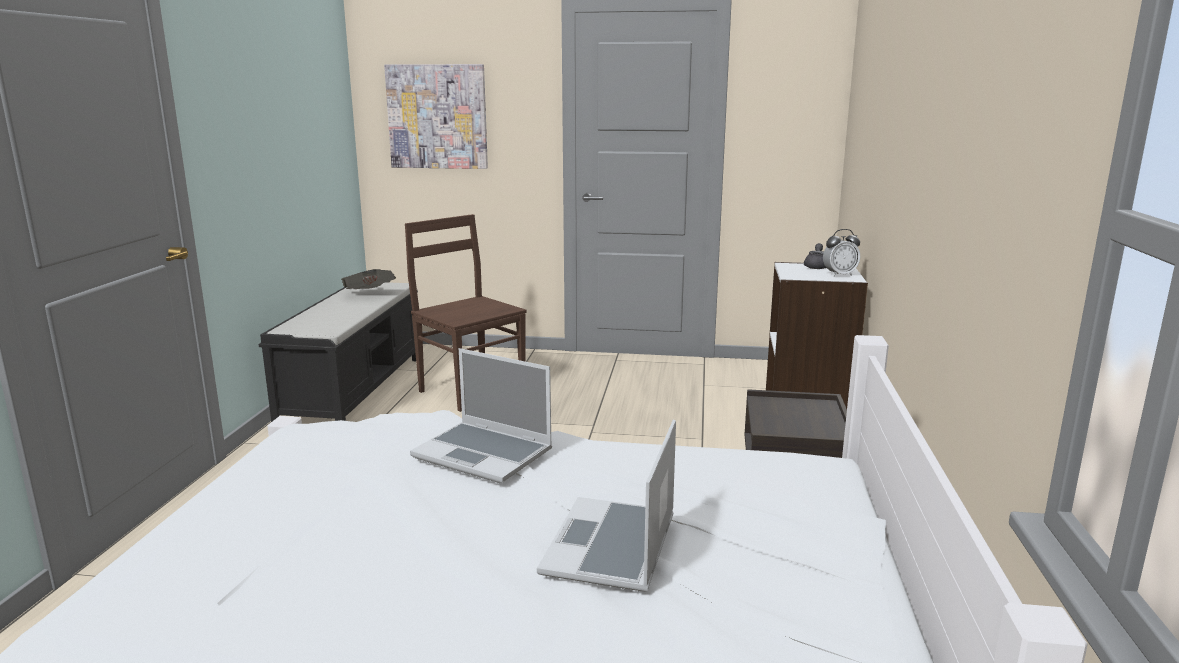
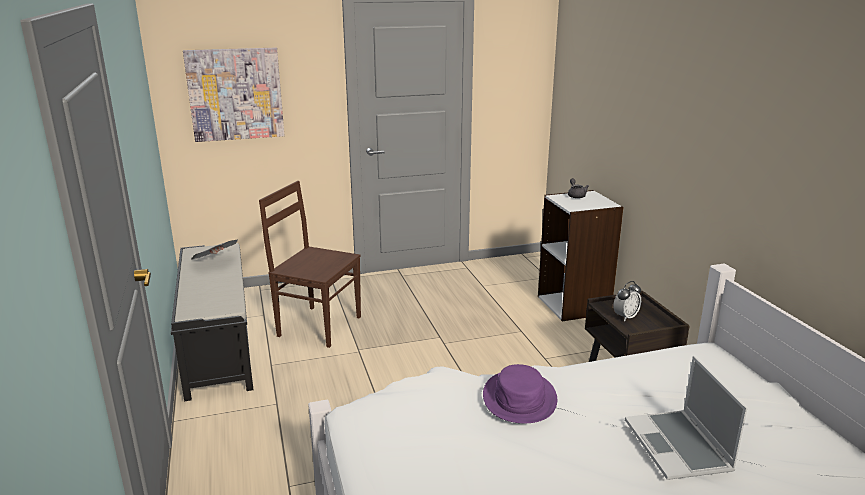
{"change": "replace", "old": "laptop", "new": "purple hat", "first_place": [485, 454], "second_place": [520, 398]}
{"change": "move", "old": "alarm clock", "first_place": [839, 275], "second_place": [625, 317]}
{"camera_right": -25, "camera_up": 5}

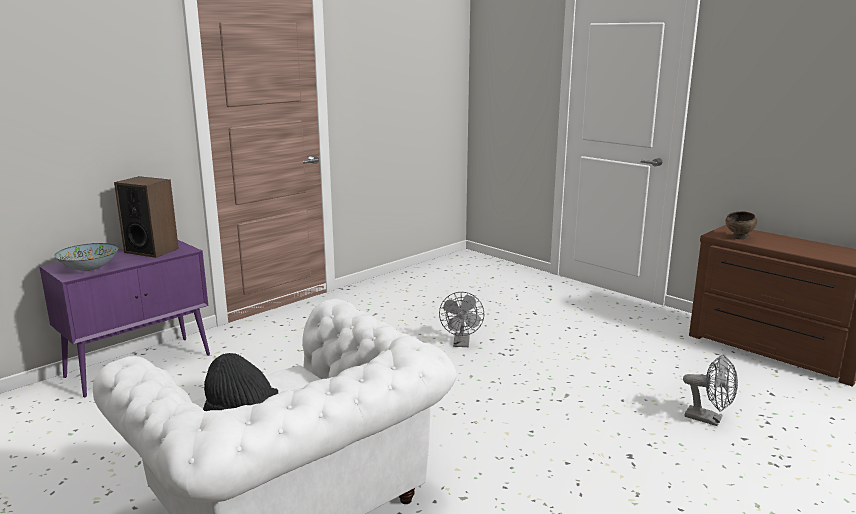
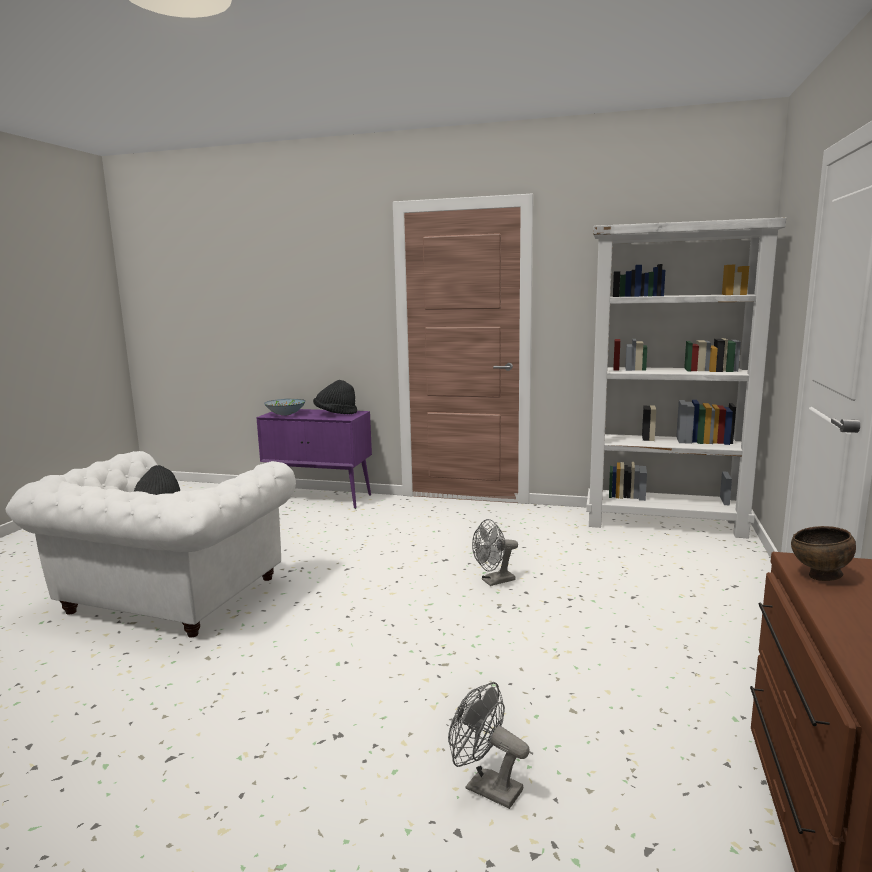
{"change": "replace", "old": "speaker", "new": "black hat", "first_place": [151, 250], "second_place": [335, 414]}
{"change": "rotate", "old": "grey fan", "first_place": [709, 419], "second_place": [485, 787], "degrees": 120}
{"change": "insert", "new": "white bookcase", "second_place": [665, 523]}
{"camera_right": 60, "camera_up": -5}

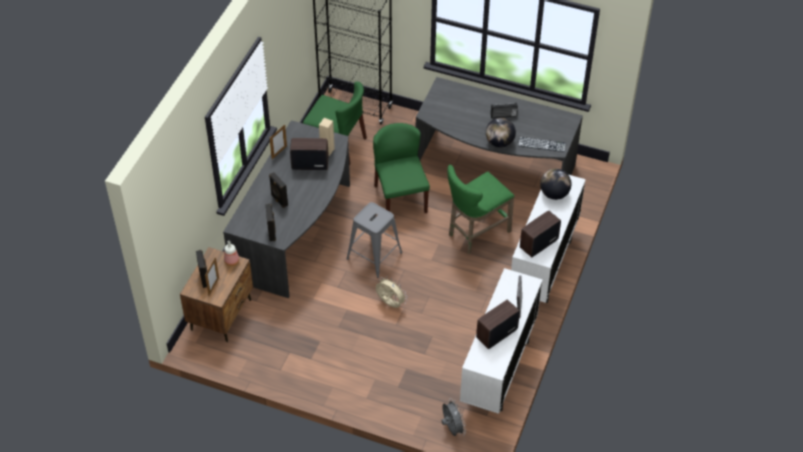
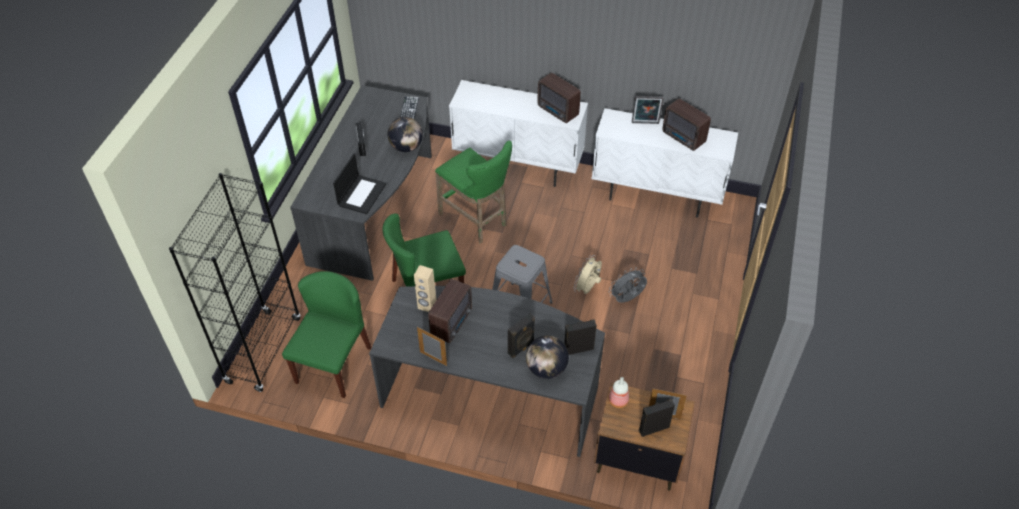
{"change": "insert", "new": "laptop", "second_place": [361, 194]}
{"change": "rotate", "old": "radio", "first_place": [309, 164], "second_place": [453, 322], "degrees": -150}
{"change": "move", "old": "globe", "first_place": [554, 194], "second_place": [546, 369]}
{"change": "move", "old": "grey fan", "first_place": [451, 428], "second_place": [627, 299]}
{"camera_right": -95, "camera_up": 0}

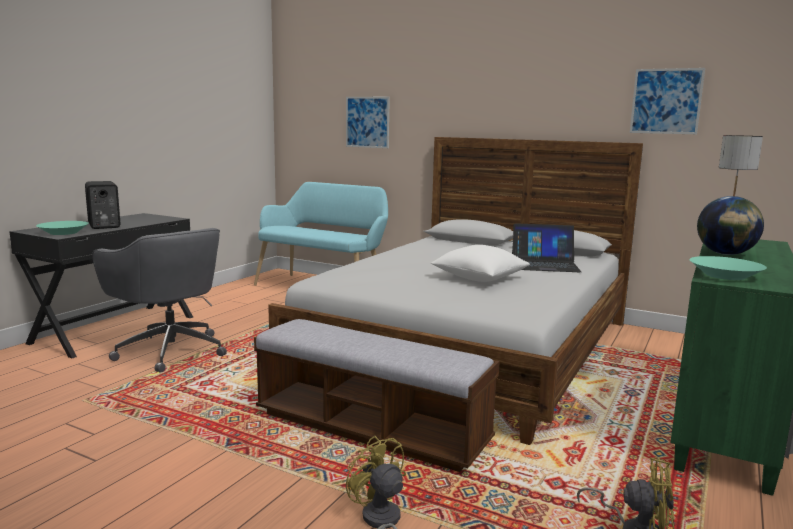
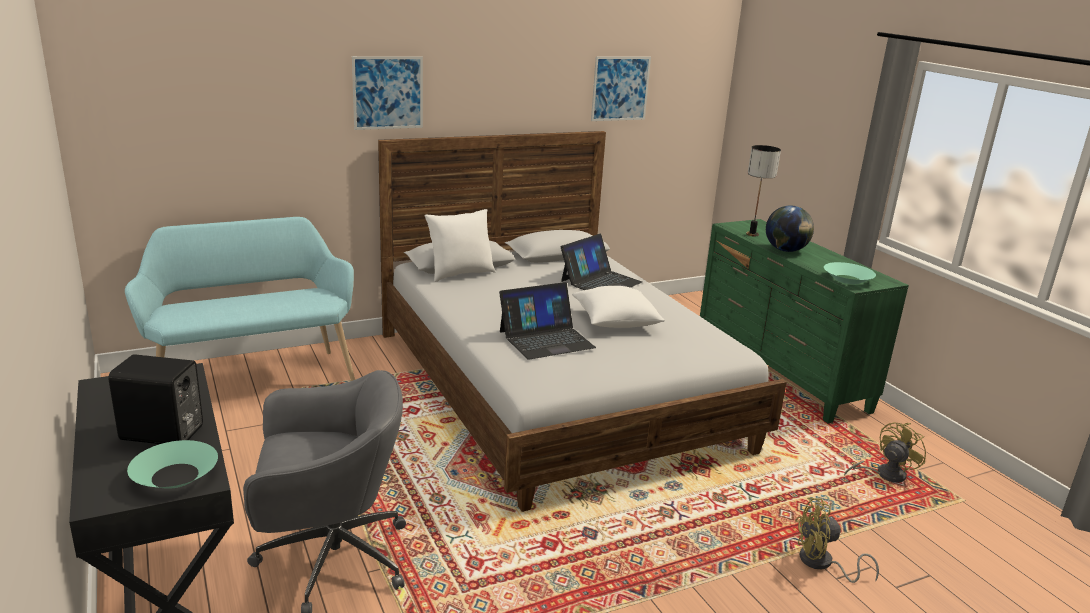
{"change": "move", "old": "picture", "first_place": [367, 122], "second_place": [388, 93]}
{"change": "insert", "new": "white pillow", "second_place": [460, 274]}
{"change": "insert", "new": "laptop", "second_place": [546, 339]}
{"change": "delete", "old": "bench", "first_place": [370, 429]}
{"camera_right": -55, "camera_up": 10}

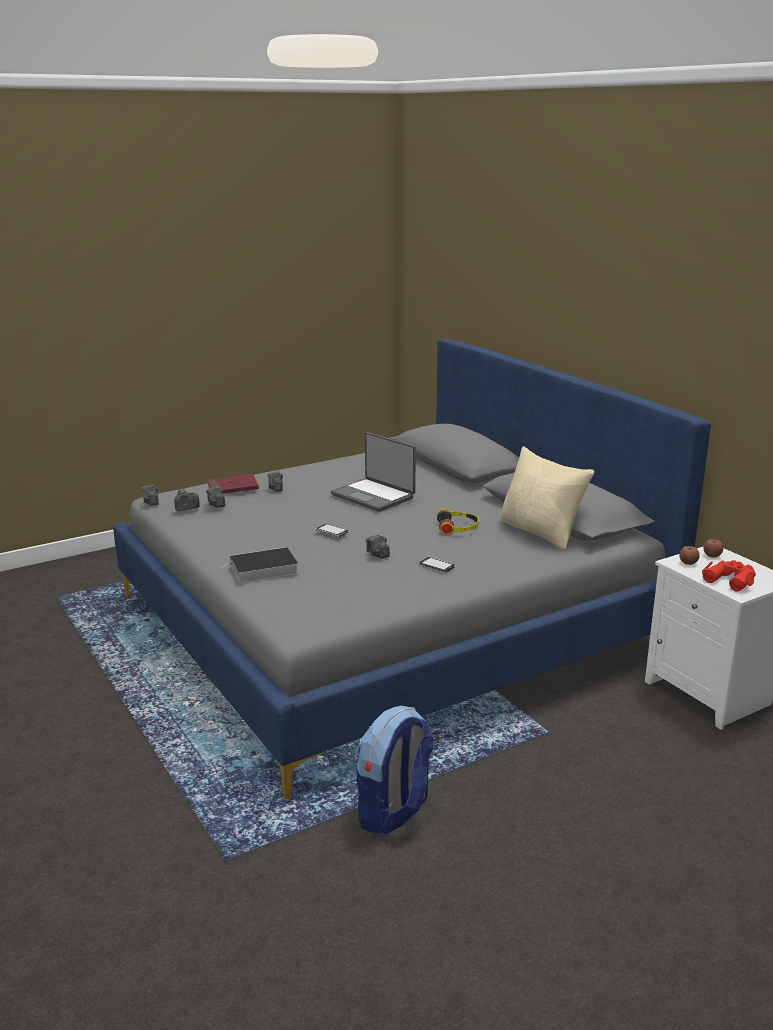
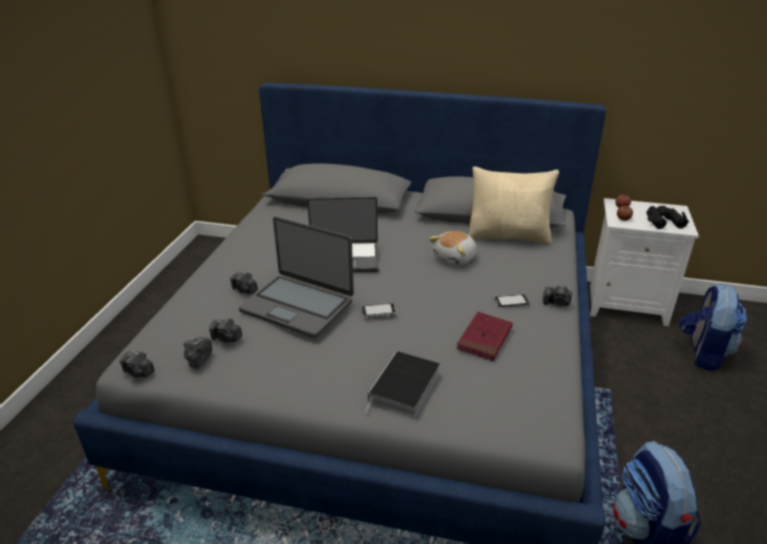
{"change": "insert", "new": "laptop", "second_place": [297, 305]}
{"change": "replace", "old": "headphones", "new": "plush toy", "first_place": [458, 528], "second_place": [455, 258]}
{"change": "move", "old": "red book", "first_place": [233, 487], "second_place": [484, 338]}
{"change": "move", "old": "photo camera", "first_place": [377, 554], "second_place": [556, 303]}
{"change": "recolor", "old": "red binoculars", "new": "black binoculars", "first_place": [730, 579], "second_place": [663, 221]}
{"change": "insert", "new": "backpack", "second_place": [703, 353]}
{"camera_right": -45, "camera_up": 10}

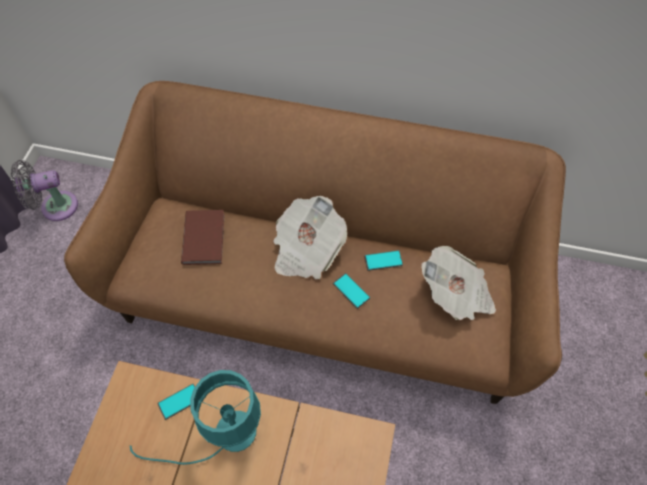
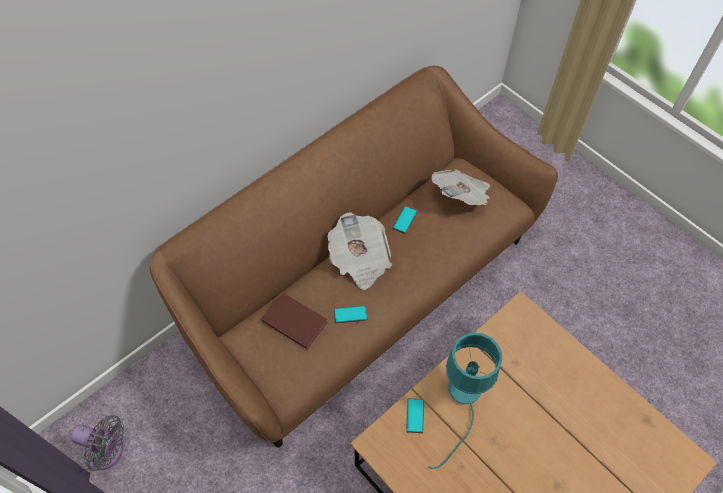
{"change": "rotate", "old": "grey fan", "first_place": [55, 207], "second_place": [107, 452], "degrees": -90}
{"change": "move", "old": "phone", "first_place": [351, 291], "second_place": [350, 314]}
{"camera_right": -55, "camera_up": 0}

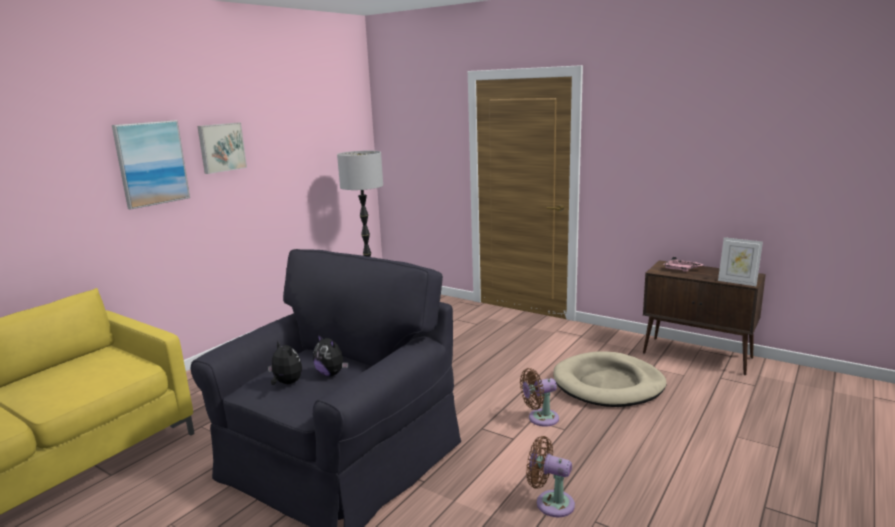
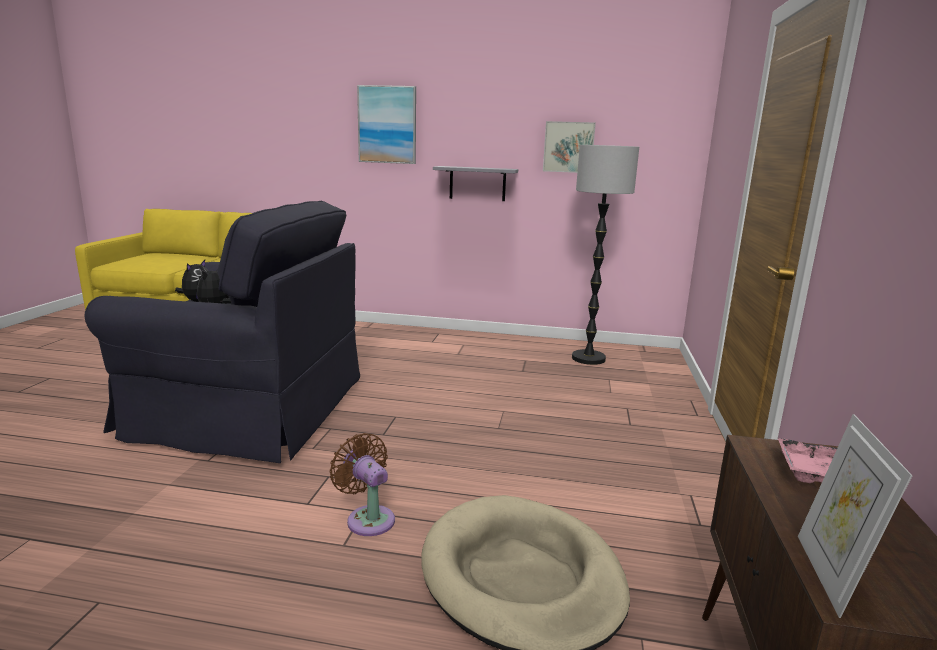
{"change": "insert", "new": "grey shelf", "second_place": [477, 183]}
{"change": "move", "old": "picture", "first_place": [221, 147], "second_place": [568, 147]}
{"change": "delete", "old": "brown fan", "first_place": [551, 502]}
{"camera_right": 65, "camera_up": 0}

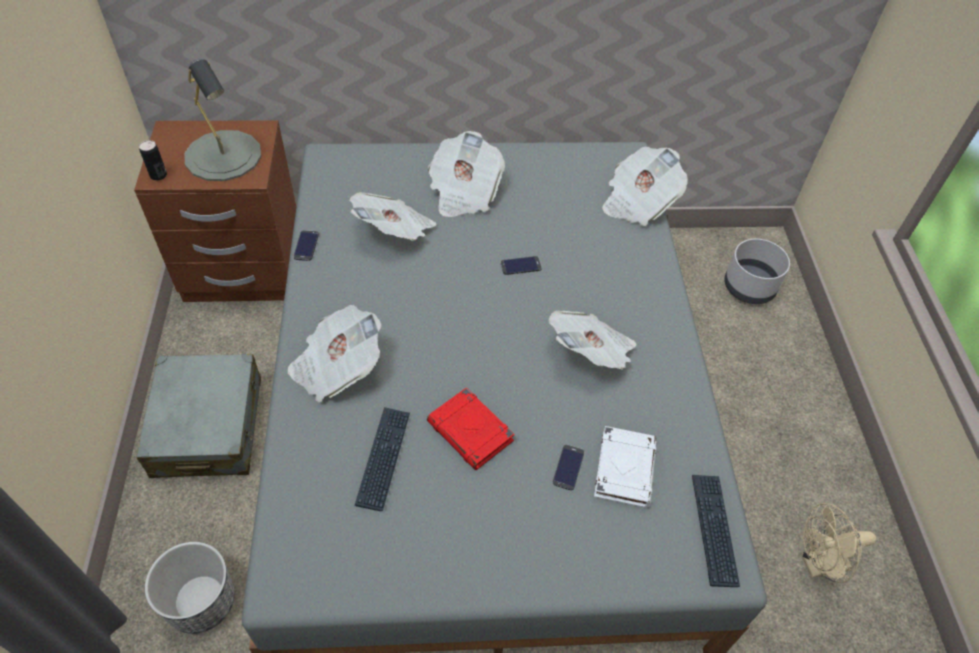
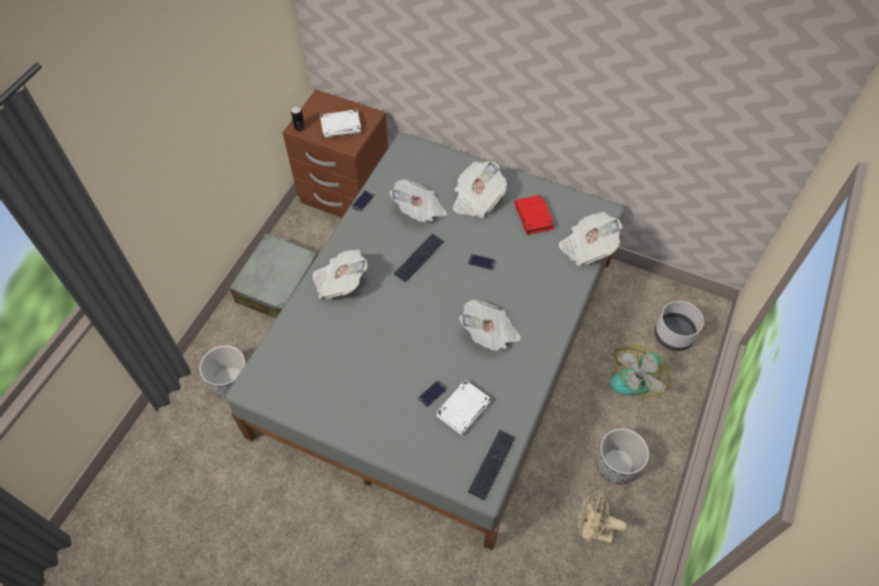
{"change": "replace", "old": "grey table lamp", "new": "white book", "first_place": [223, 155], "second_place": [341, 126]}
{"change": "move", "old": "keyboard", "first_place": [383, 458], "second_place": [419, 258]}
{"change": "move", "old": "red book", "first_place": [471, 432], "second_place": [534, 217]}
{"change": "insert", "new": "planter", "second_place": [617, 465]}
{"change": "insert", "new": "fan", "second_place": [636, 376]}
{"camera_right": 30, "camera_up": 5}

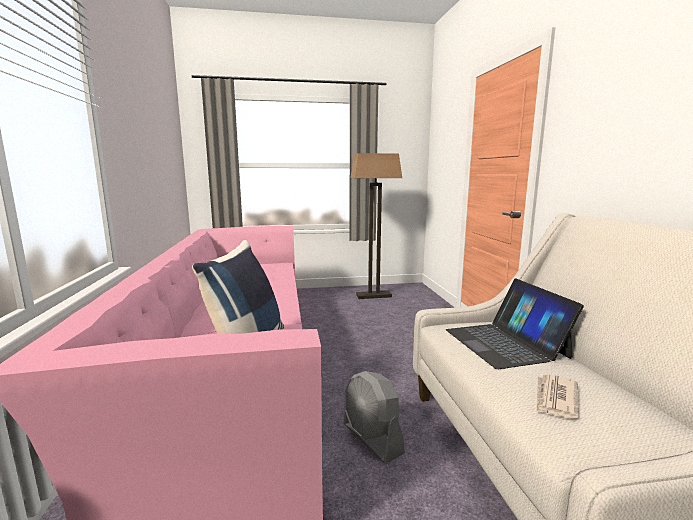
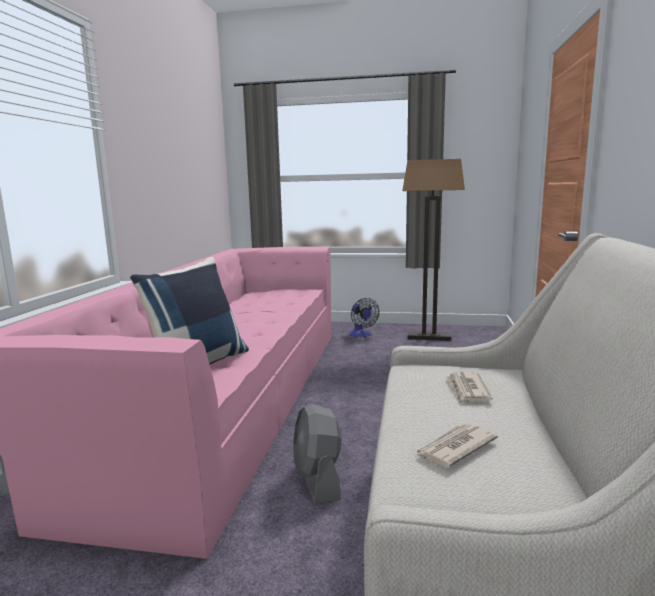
{"change": "insert", "new": "fan", "second_place": [361, 335]}
{"change": "replace", "old": "laptop", "new": "newspaper", "first_place": [505, 343], "second_place": [467, 390]}
{"camera_right": 20, "camera_up": 0}

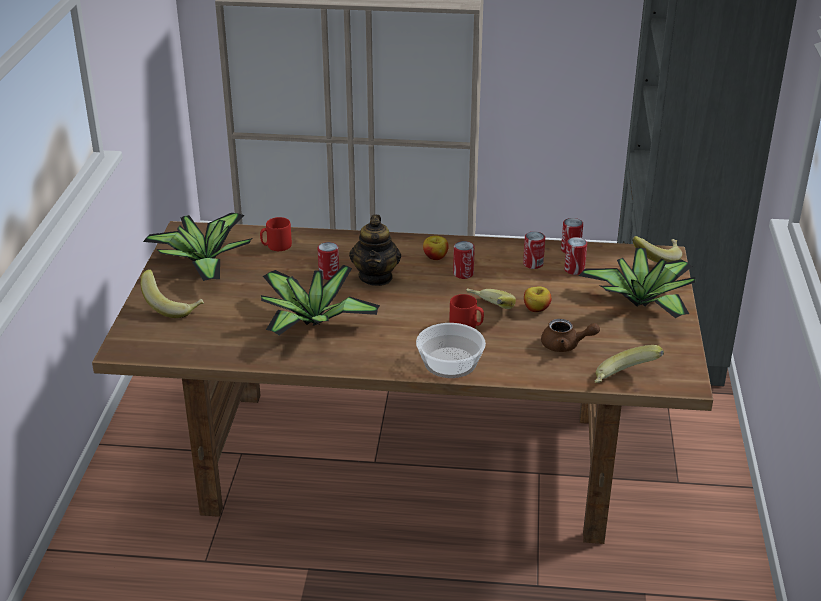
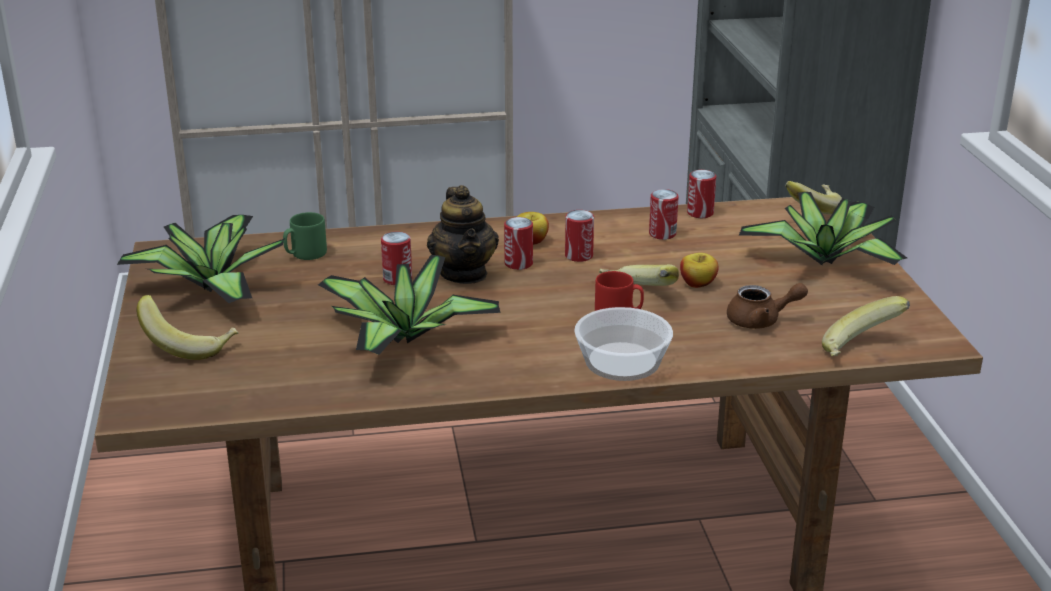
{"change": "recolor", "old": "red mug", "new": "green mug", "first_place": [276, 246], "second_place": [305, 254]}
{"change": "move", "old": "can", "first_place": [574, 270], "second_place": [518, 263]}
{"camera_right": -15, "camera_up": -5}

